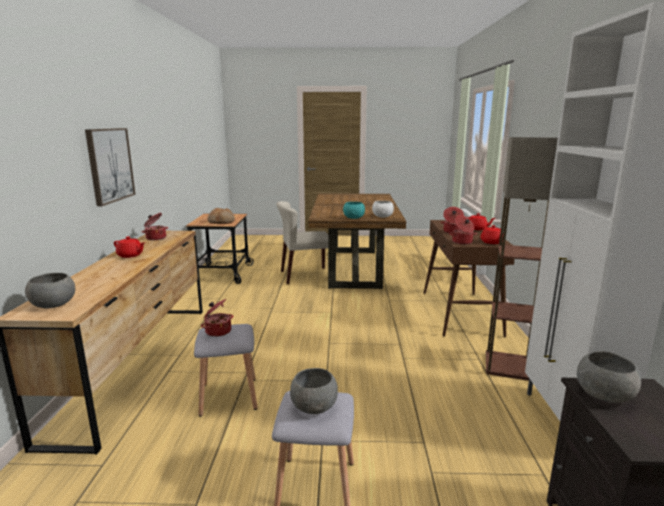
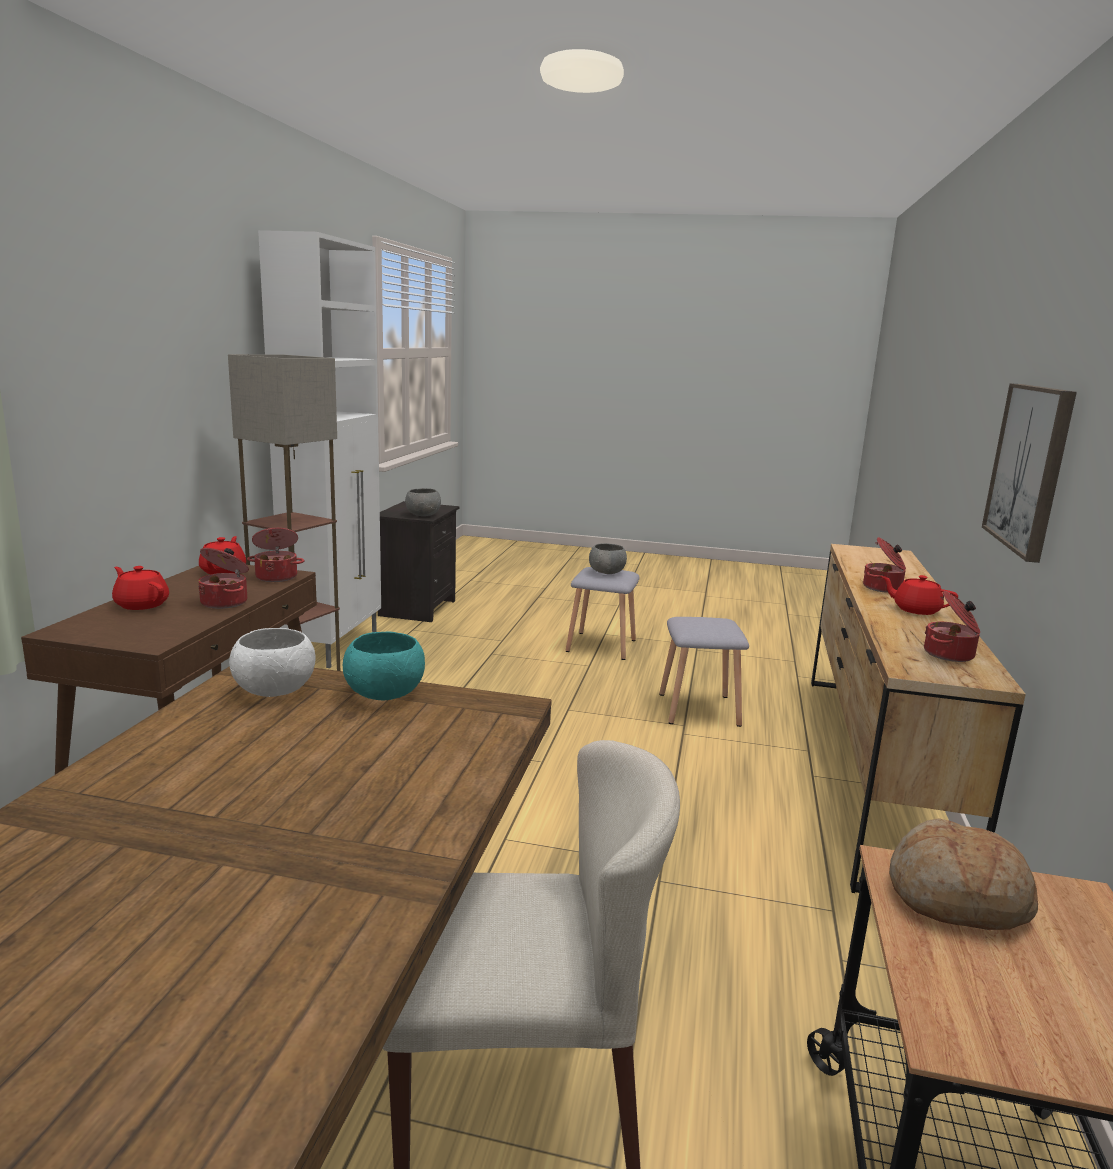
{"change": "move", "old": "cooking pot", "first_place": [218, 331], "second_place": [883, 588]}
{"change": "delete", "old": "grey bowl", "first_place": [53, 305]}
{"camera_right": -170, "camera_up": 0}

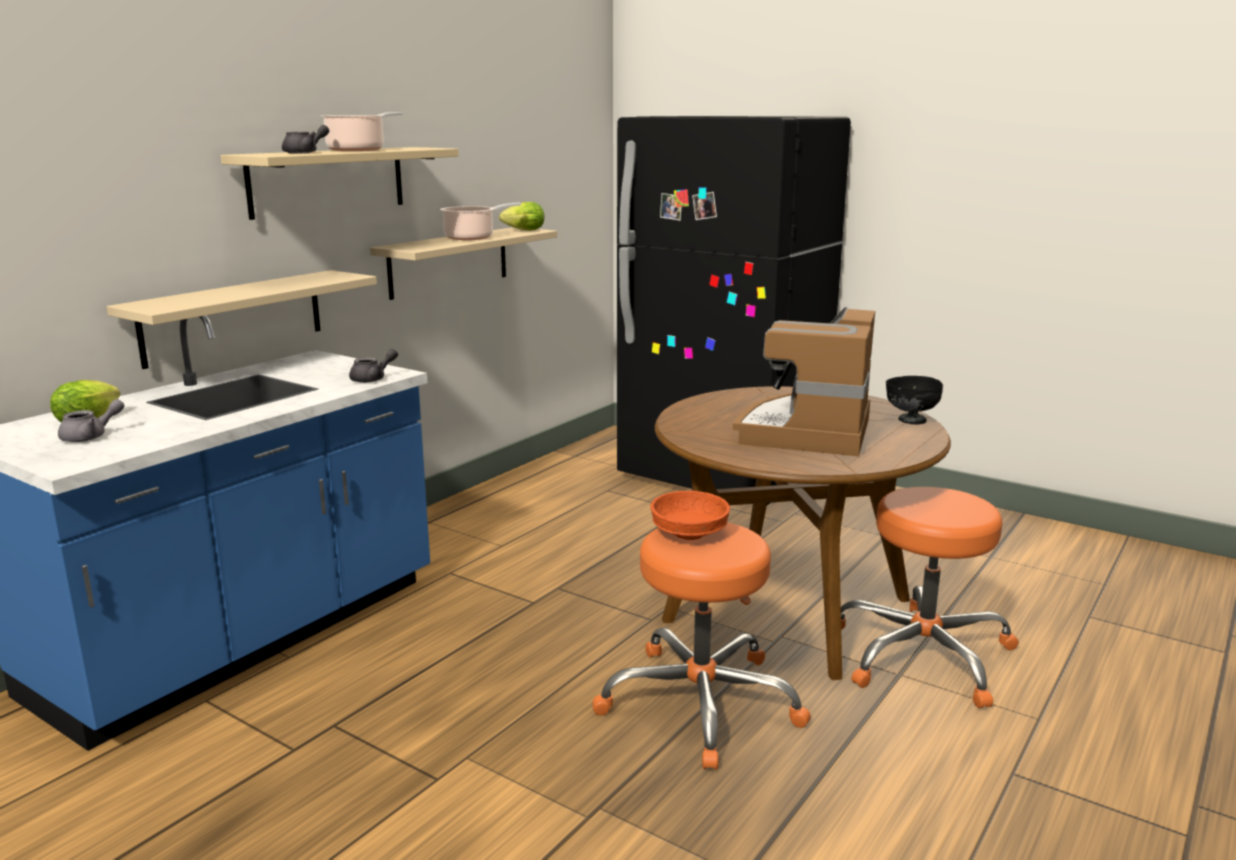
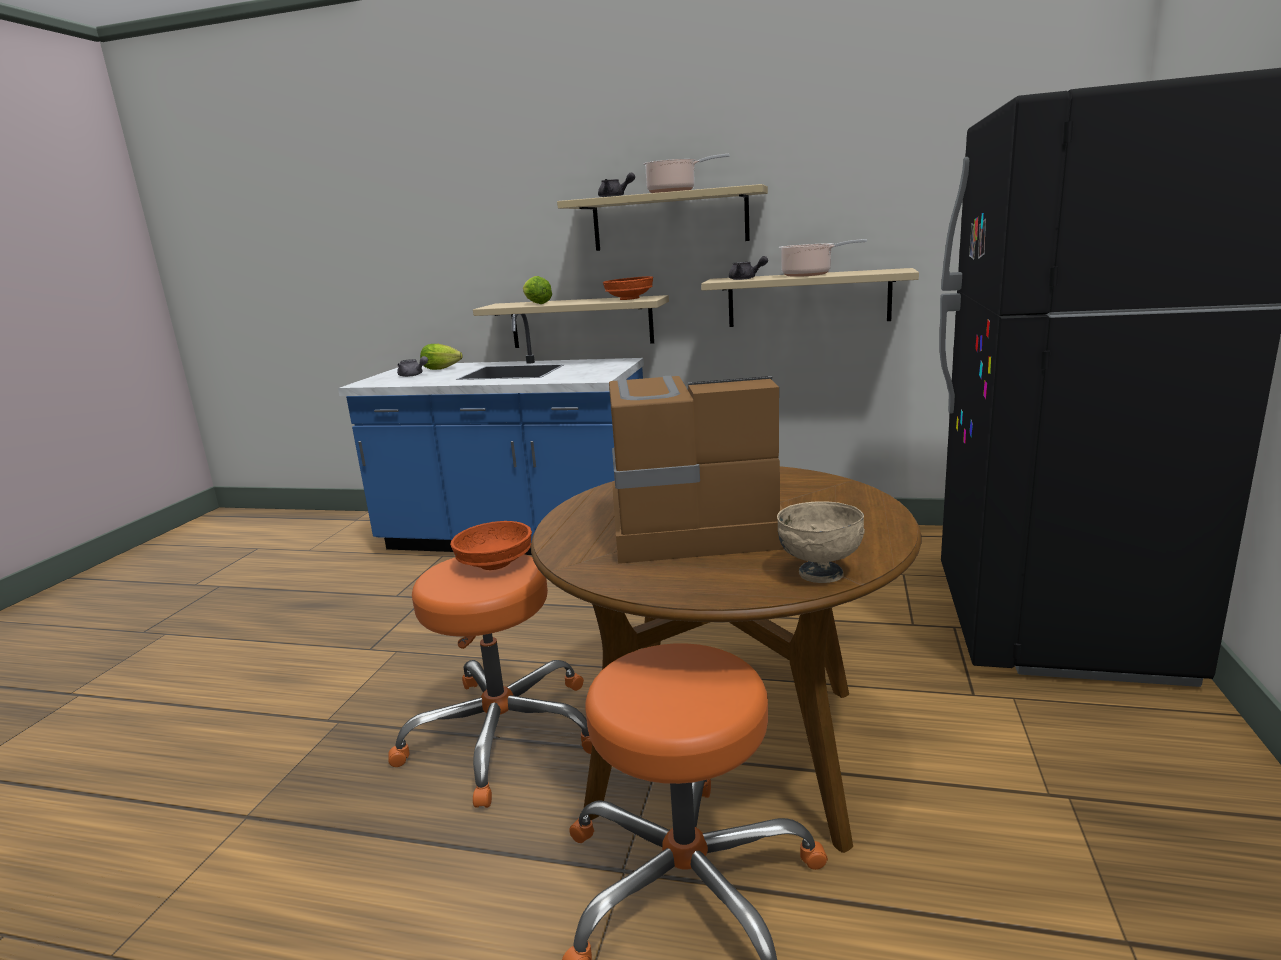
{"change": "move", "old": "lettuce", "first_place": [522, 230], "second_place": [536, 303]}
{"change": "insert", "new": "orange bowl", "second_place": [629, 299]}
{"change": "move", "old": "grey teapot", "first_place": [373, 379], "second_place": [746, 279]}
{"change": "recolor", "old": "black bowl", "new": "beige bowl", "first_place": [911, 420], "second_place": [819, 573]}
{"camera_right": 70, "camera_up": 0}

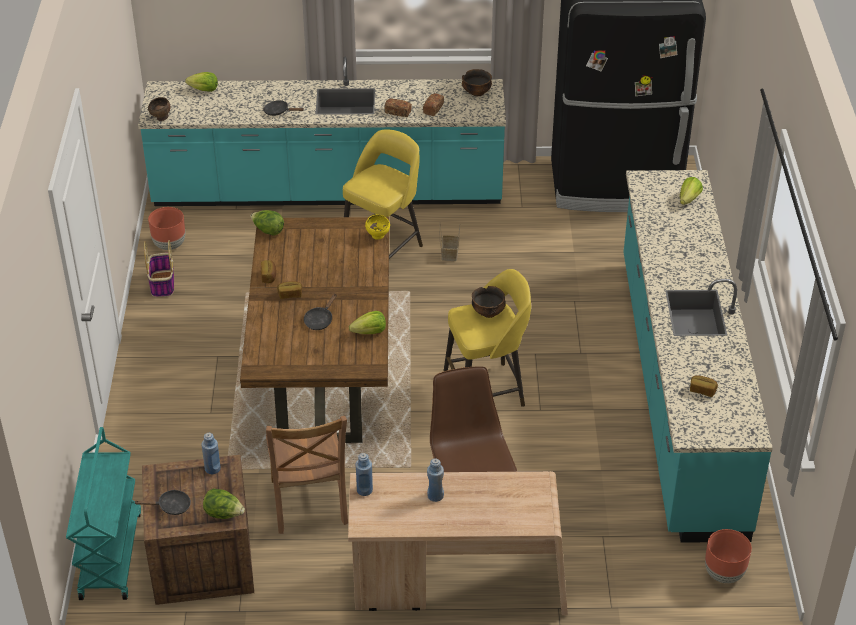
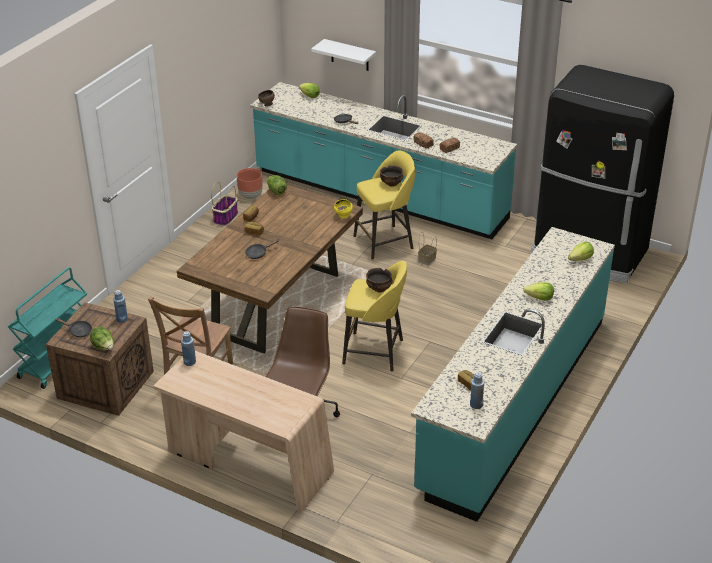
{"change": "insert", "new": "white shelf", "second_place": [349, 55]}
{"change": "move", "old": "bowl", "first_place": [476, 93], "second_place": [391, 183]}
{"change": "move", "old": "blue bottle", "first_place": [435, 496], "second_place": [476, 404]}
{"change": "move", "old": "lettuce", "first_place": [369, 332], "second_place": [539, 298]}
{"change": "delete", "old": "brown planter", "first_place": [724, 574]}
{"camera_right": 30, "camera_up": -5}

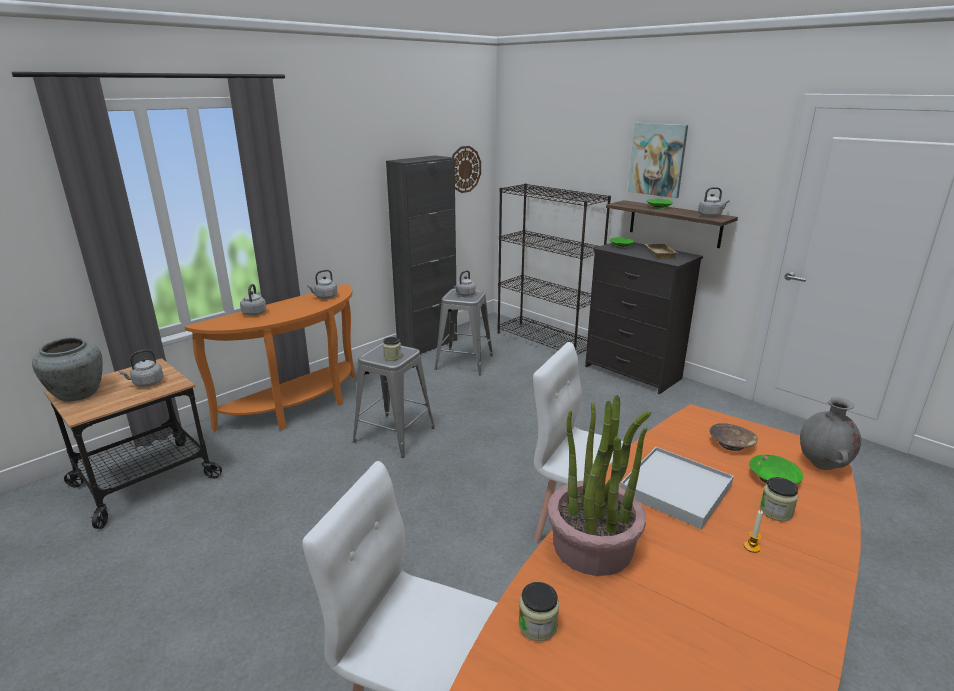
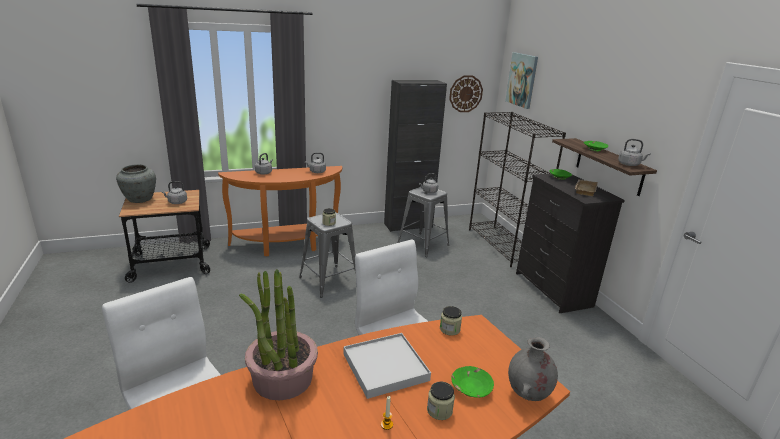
{"change": "move", "old": "jar", "first_place": [537, 625], "second_place": [449, 329]}
{"change": "move", "old": "picture", "first_place": [657, 159], "second_place": [522, 80]}
{"change": "delete", "old": "brown bowl", "first_place": [731, 444]}
{"camera_right": 25, "camera_up": 0}

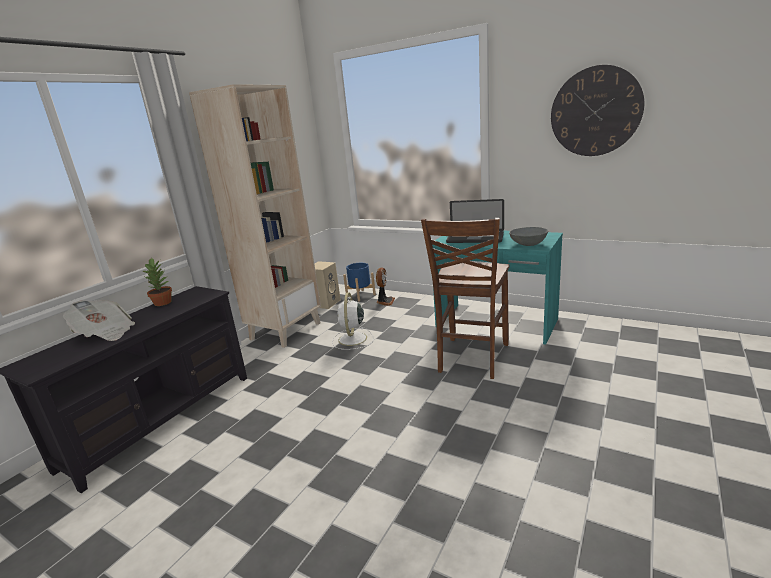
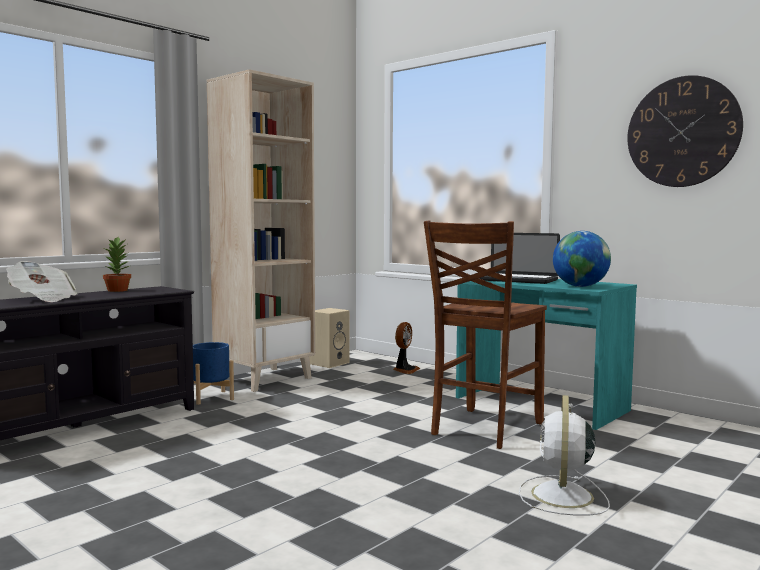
{"change": "move", "old": "blue planter", "first_place": [361, 295], "second_place": [211, 397]}
{"change": "move", "old": "white fan", "first_place": [352, 339], "second_place": [562, 496]}
{"change": "replace", "old": "grey bowl", "new": "globe", "first_place": [528, 244], "second_place": [580, 286]}
{"camera_right": 10, "camera_up": -15}

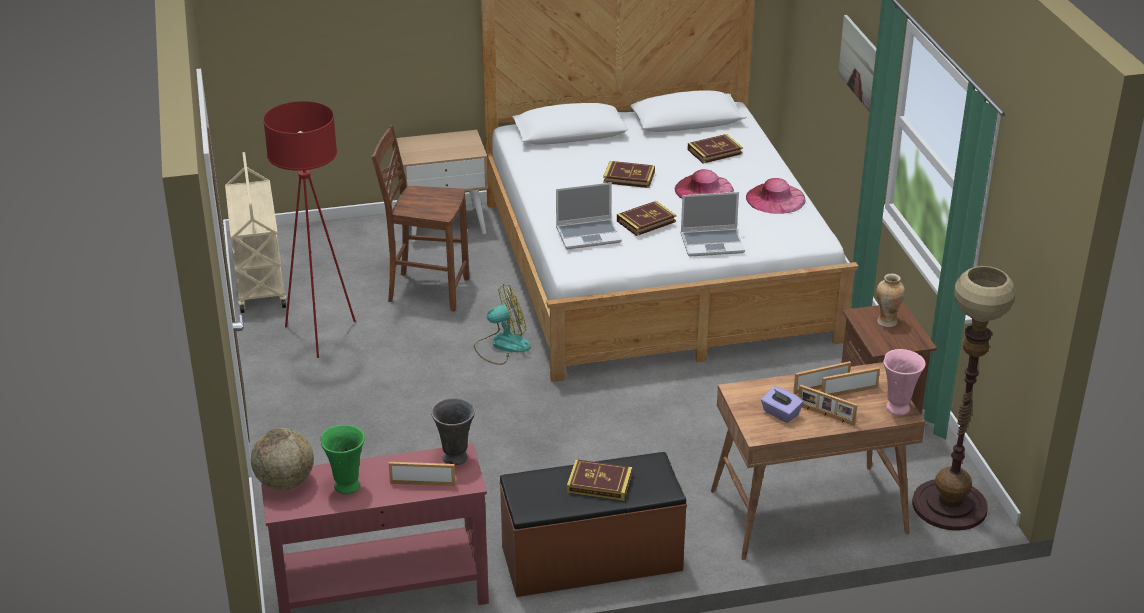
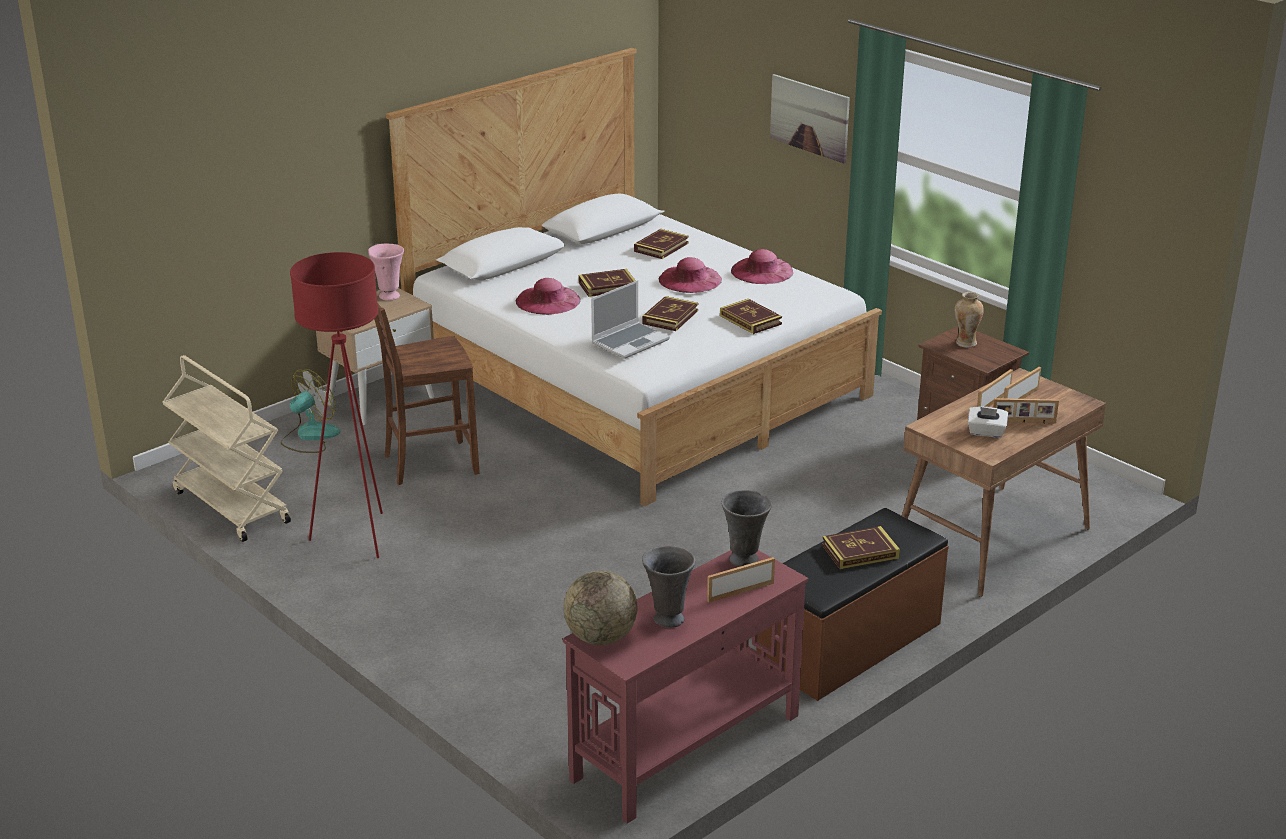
{"change": "move", "old": "fan", "first_place": [502, 345], "second_place": [309, 436]}
{"change": "move", "old": "pink vase", "first_place": [897, 407], "second_place": [389, 296]}
{"change": "insert", "new": "pink hat", "second_place": [548, 300]}
{"change": "recolor", "old": "green vase", "new": "grey vase", "first_place": [346, 486], "second_place": [667, 619]}
{"change": "replace", "old": "laptop", "new": "book", "first_place": [713, 243], "second_place": [750, 320]}
{"change": "recolor", "old": "purple tissue box", "new": "white tissue box", "first_place": [780, 414], "second_place": [986, 432]}
{"change": "delete", "old": "floor lamp", "first_place": [950, 506]}
{"camera_right": -30, "camera_up": -5}

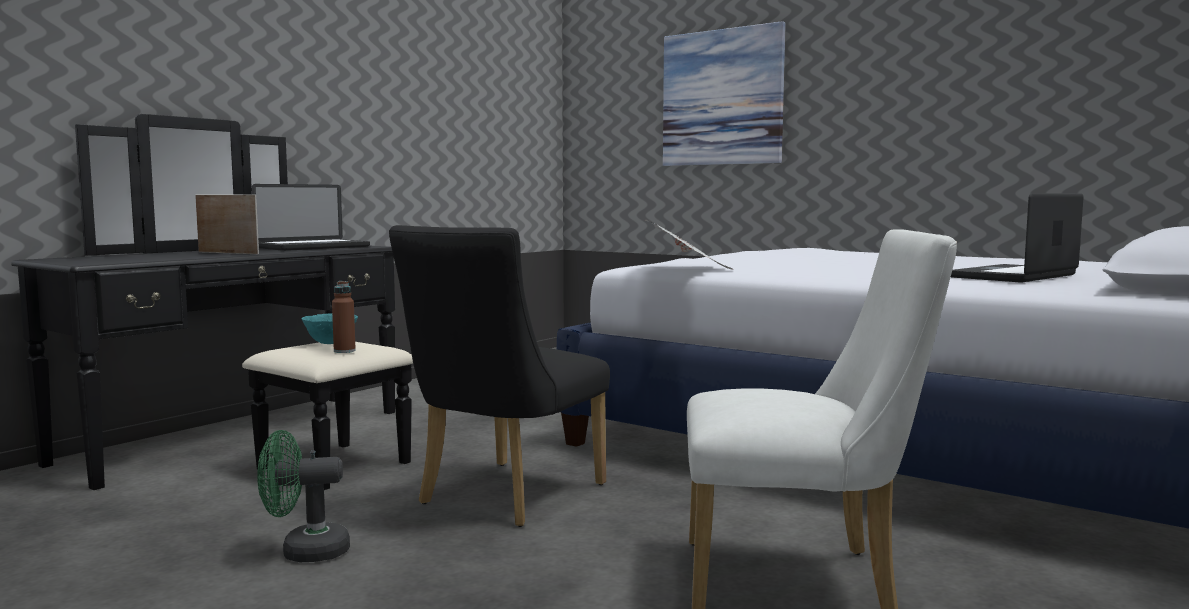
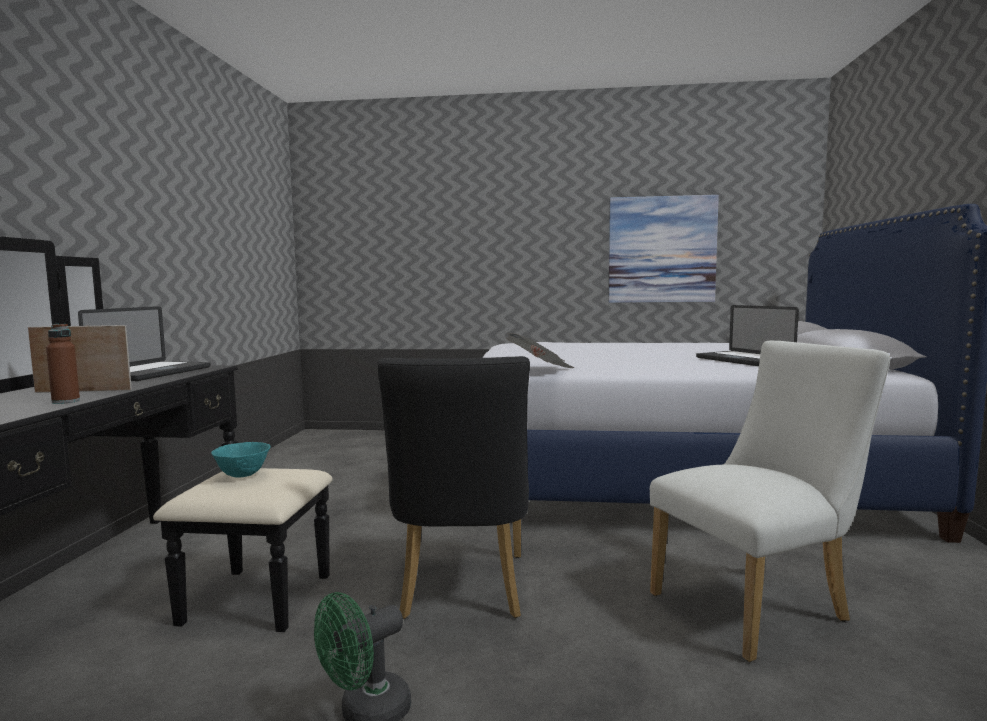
{"change": "move", "old": "brown bottle", "first_place": [344, 351], "second_place": [66, 401]}
{"change": "move", "old": "picture", "first_place": [722, 98], "second_place": [661, 250]}
{"change": "rotate", "old": "laptop", "first_place": [1013, 276], "second_place": [743, 360], "degrees": -45}
{"camera_right": -30, "camera_up": 0}

